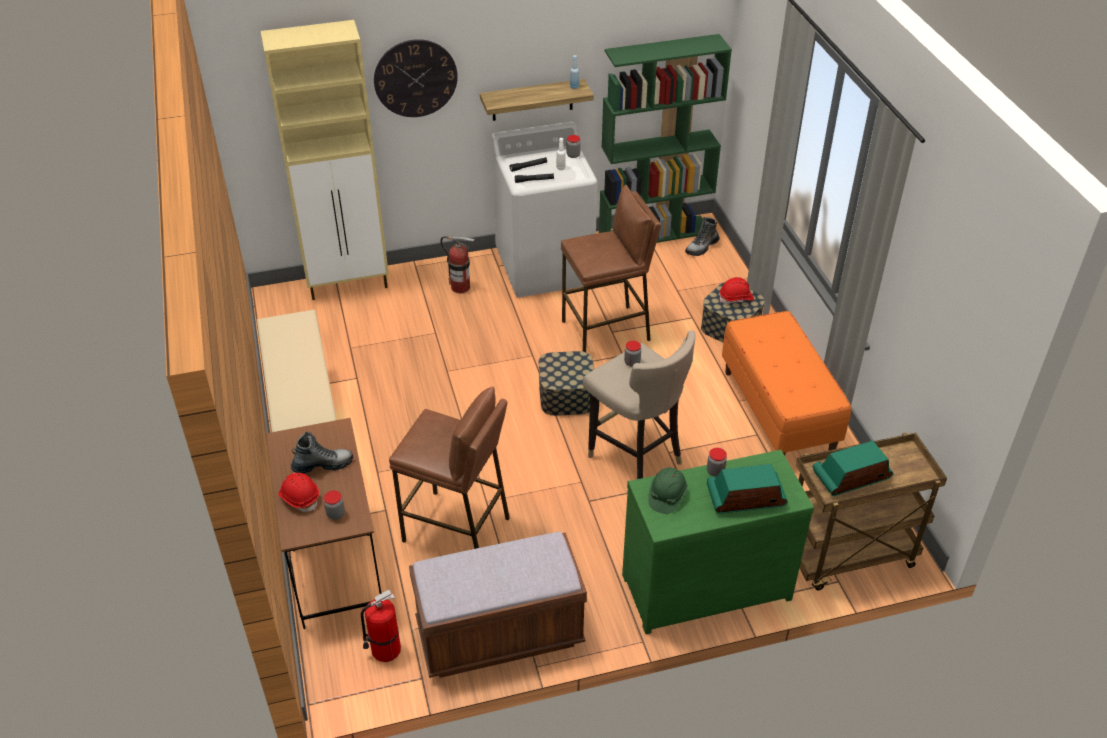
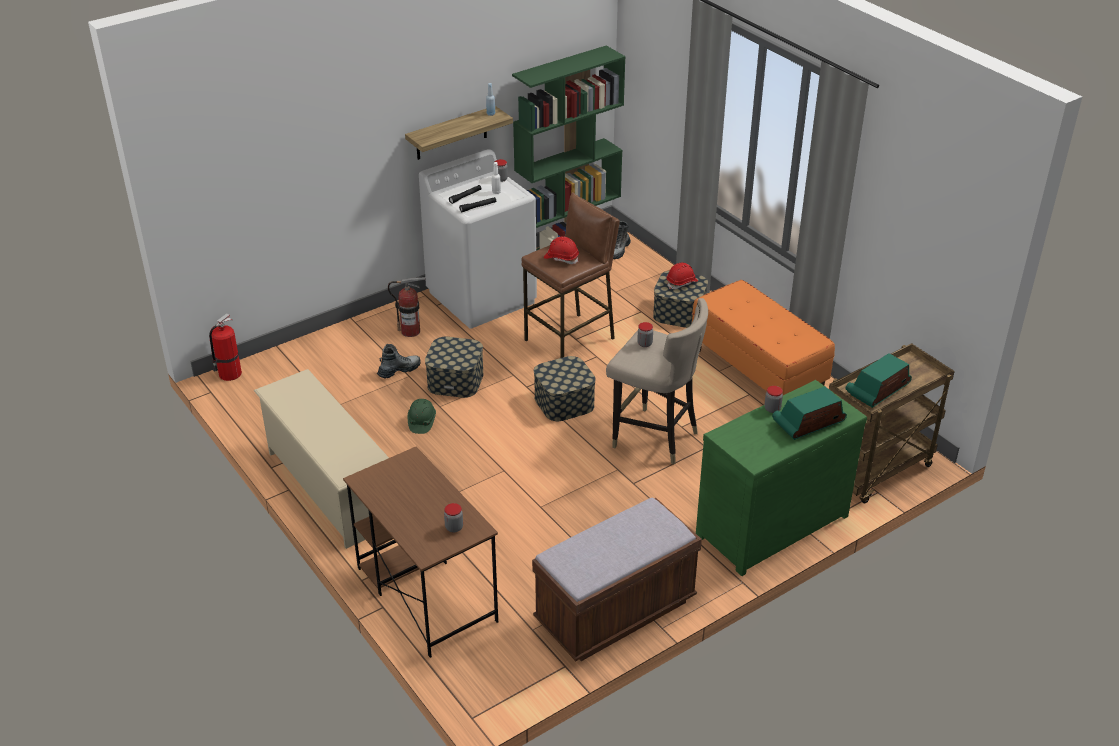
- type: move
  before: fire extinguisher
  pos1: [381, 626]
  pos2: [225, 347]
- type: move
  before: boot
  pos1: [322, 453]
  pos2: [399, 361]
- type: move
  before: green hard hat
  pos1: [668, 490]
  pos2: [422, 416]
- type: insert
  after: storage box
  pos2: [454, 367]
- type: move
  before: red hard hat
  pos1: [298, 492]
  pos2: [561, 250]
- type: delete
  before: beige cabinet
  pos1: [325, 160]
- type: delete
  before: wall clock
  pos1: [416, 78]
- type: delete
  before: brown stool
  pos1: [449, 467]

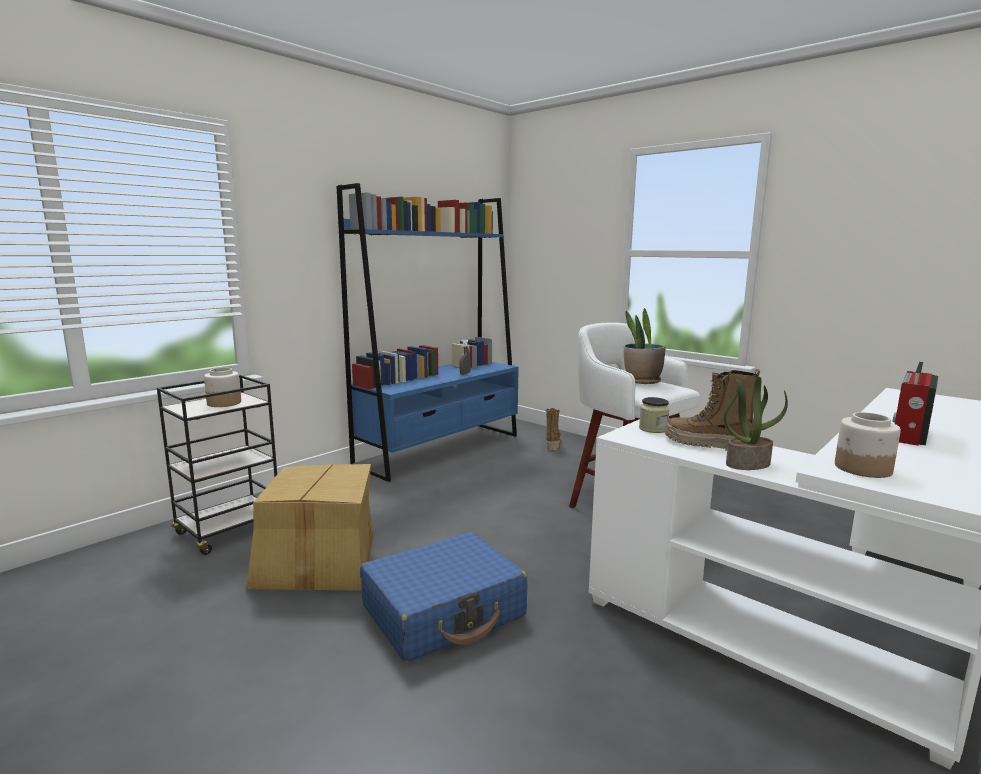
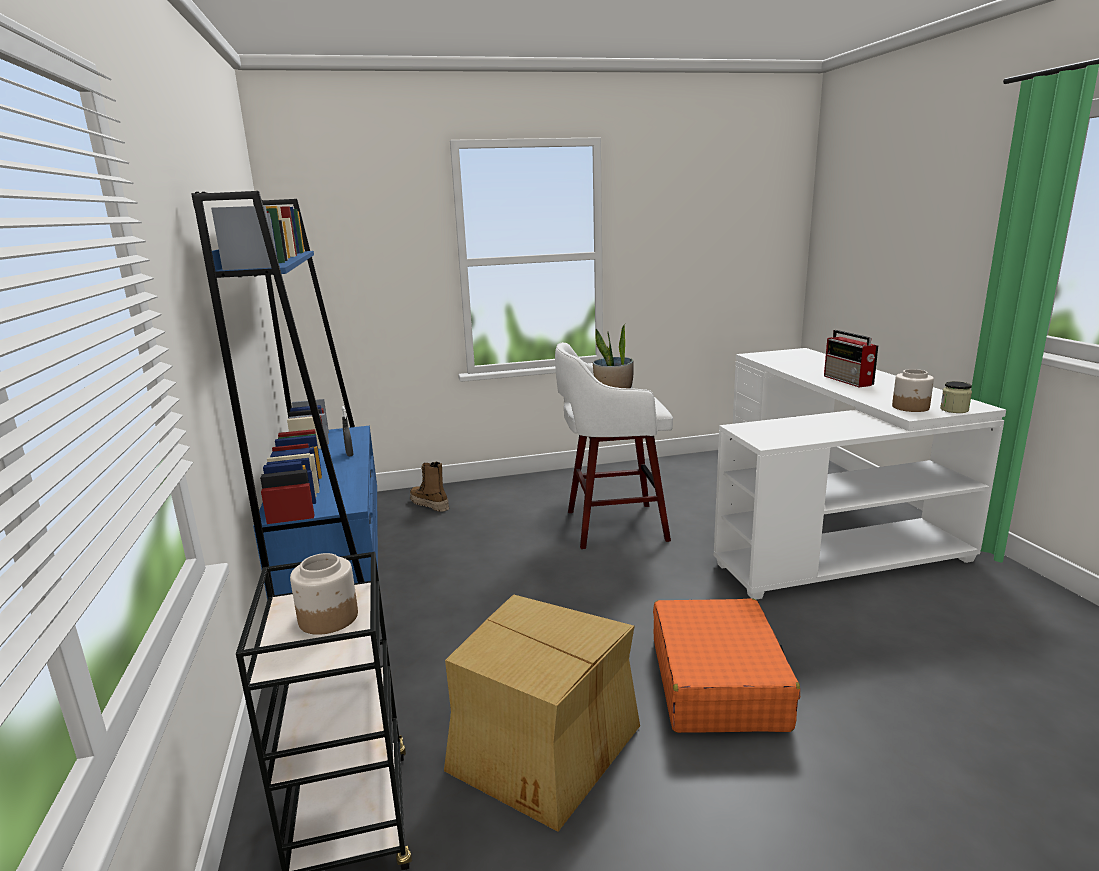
- type: recolor
  before: blue suitcase
  after: orange suitcase
  pos1: [443, 597]
  pos2: [726, 665]
- type: move
  before: jar
  pos1: [654, 415]
  pos2: [956, 397]
- type: delete
  before: boot
  pos1: [712, 410]
- type: delete
  before: potted plant
  pos1: [756, 423]

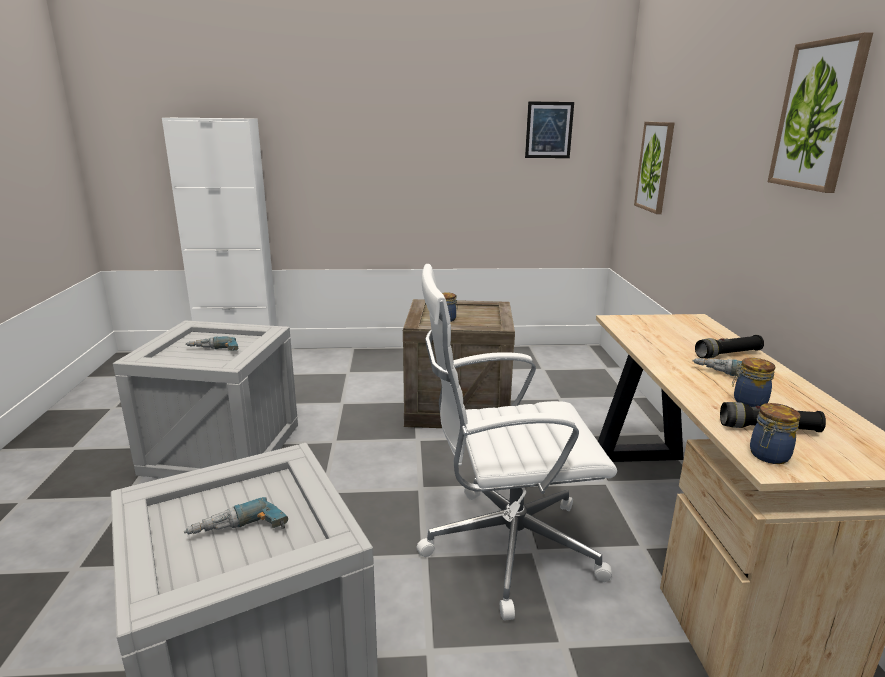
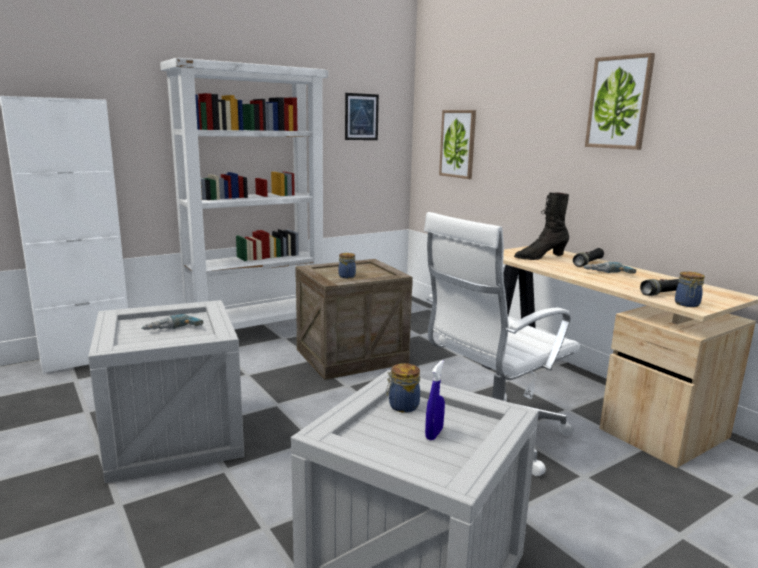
- type: insert
  after: white bookcase
  pos2: [244, 194]
- type: move
  before: jar
  pos1: [753, 382]
  pos2: [403, 388]
- type: replace
  before: power drill
  after: blue spray bottle
  pos1: [236, 516]
  pos2: [435, 400]
- type: insert
  after: black boot
  pos2: [541, 226]

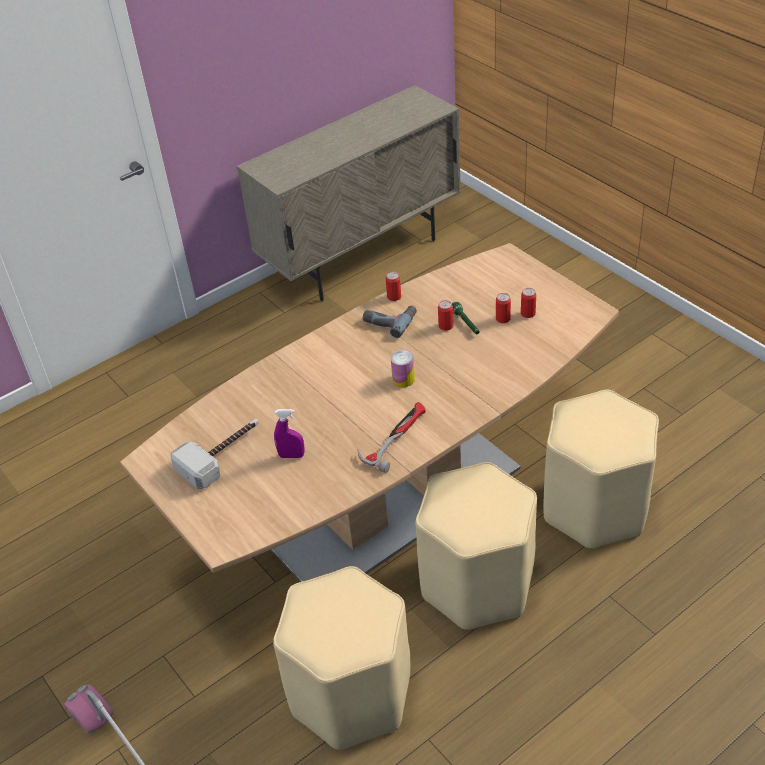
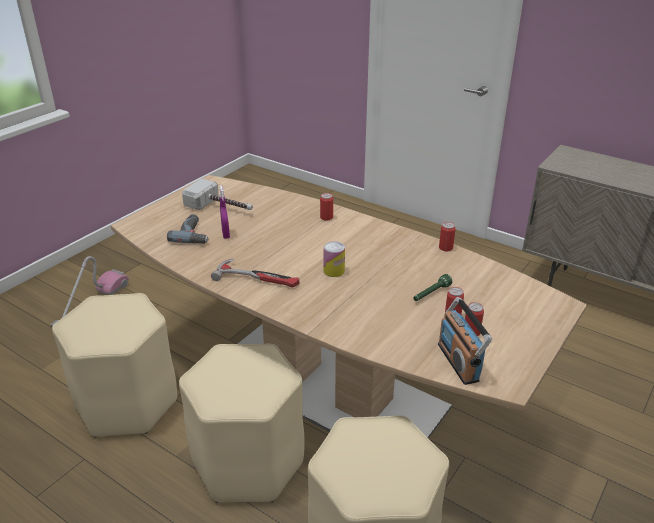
- type: move
  before: power drill
  pos1: [390, 322]
  pos2: [188, 229]
- type: move
  before: can
  pos1: [445, 315]
  pos2: [326, 207]
- type: insert
  after: radio
  pos2: [465, 341]

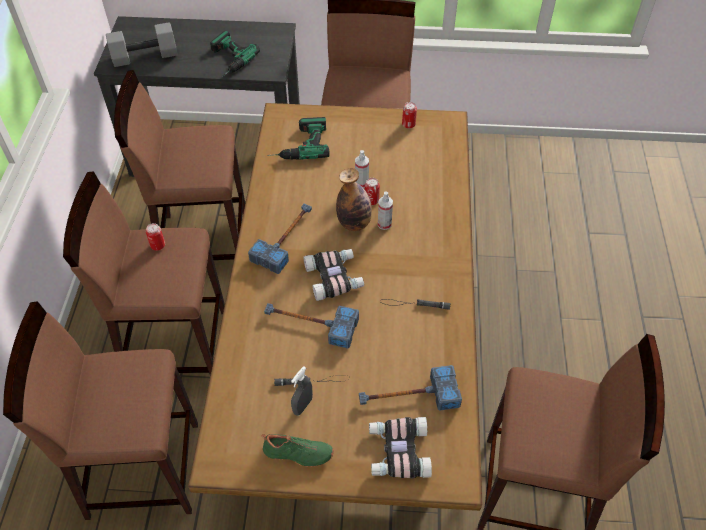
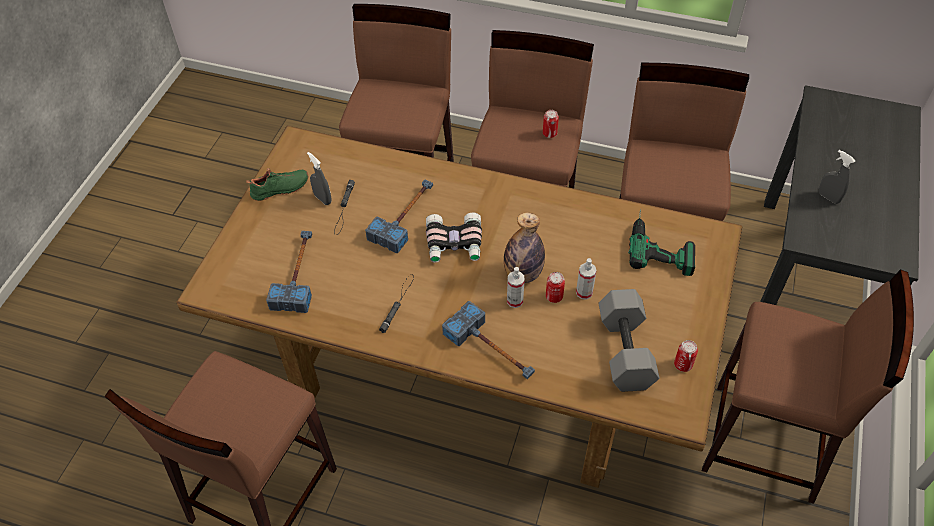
- type: rotate
  before: green shoe
  pos1: [297, 450]
  pos2: [277, 184]
  turn: -135
- type: move
  before: hammer
  pos1: [280, 239]
  pos2: [488, 340]
- type: move
  before: grey dumbbell
  pos1: [142, 44]
  pos2: [629, 340]
- type: replace
  before: power drill
  after: grey spray bottle
  pos1: [235, 54]
  pos2: [837, 177]
- type: delete
  before: binoculars
  pos1: [400, 447]

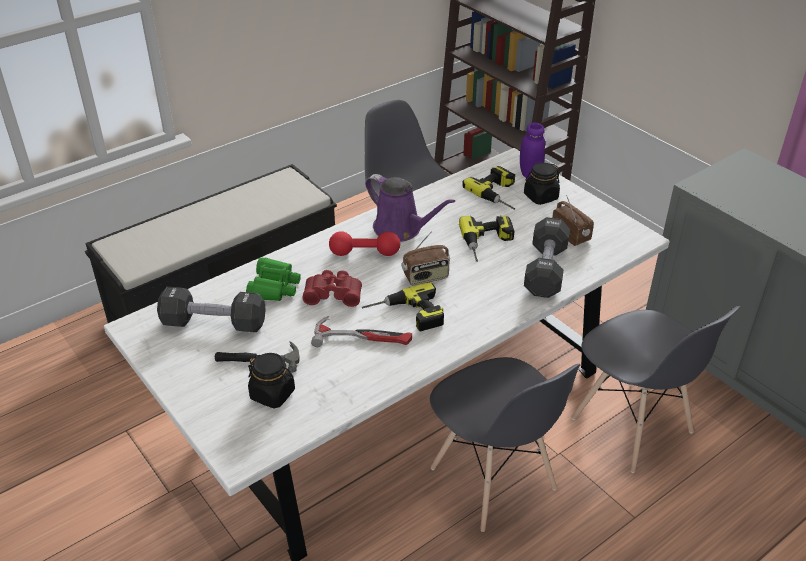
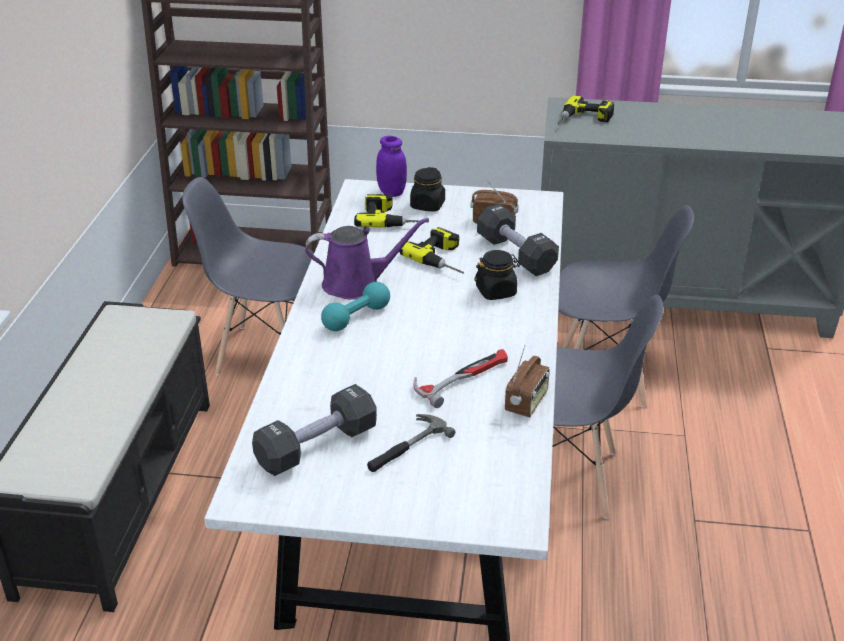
- type: recolor
  before: red dumbbell
  after: turquoise dumbbell
  pos1: [364, 243]
  pos2: [355, 306]
- type: move
  before: black jar
  pos1: [271, 380]
  pos2: [497, 275]
- type: move
  before: radio
  pos1: [425, 258]
  pos2: [527, 381]
- type: move
  before: power drill
  pos1: [403, 307]
  pos2: [585, 110]
- type: delete
  before: green binoculars
  pos1: [273, 279]
- type: delete
  before: red binoculars
  pos1: [332, 288]

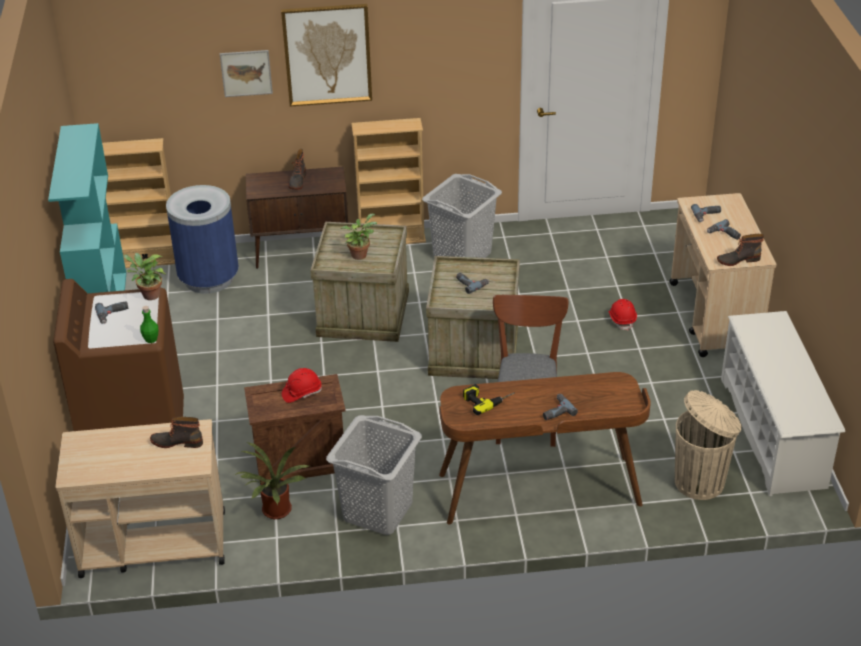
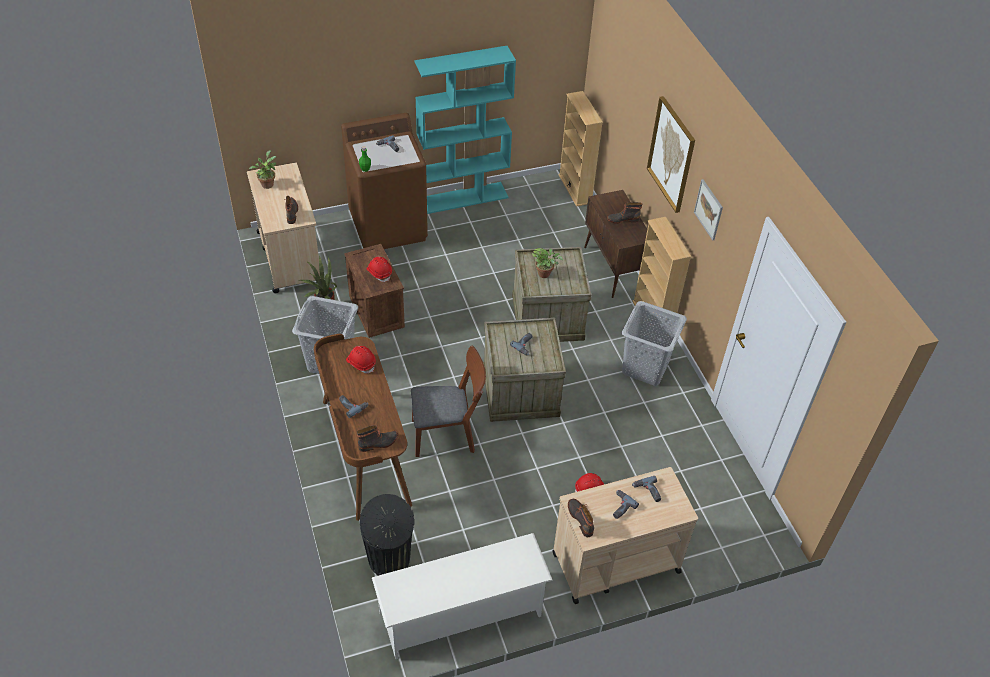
- type: move
  before: potted plant
  pos1: [144, 276]
  pos2: [262, 169]
- type: replace
  before: power drill
  after: red hard hat
  pos1: [489, 399]
  pos2: [361, 359]
- type: insert
  after: boot
  pos2: [377, 438]
- type: recolor
  before: beige trash can
  after: black trash can
  pos1: [708, 445]
  pos2: [387, 535]
- type: move
  before: picture
  pos1: [246, 73]
  pos2: [708, 209]
- type: delete
  before: blue trash can
  pos1: [202, 239]

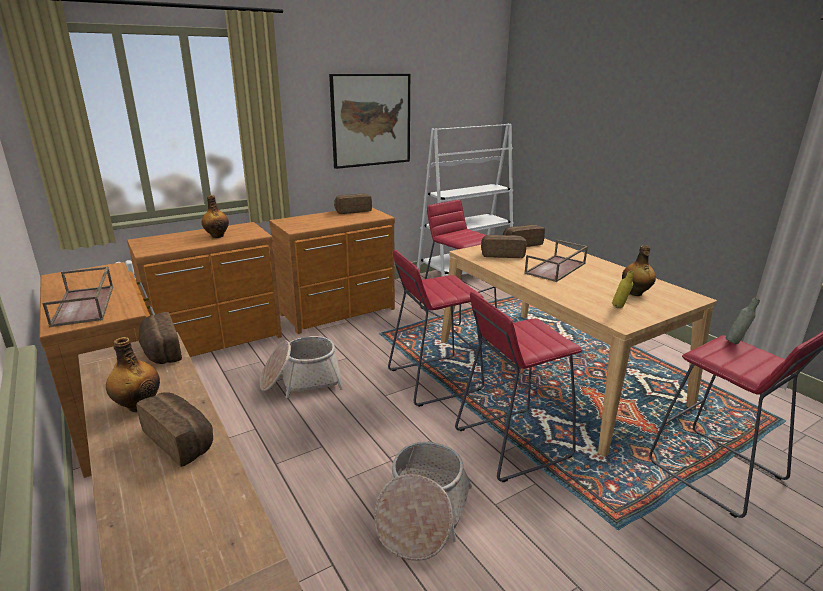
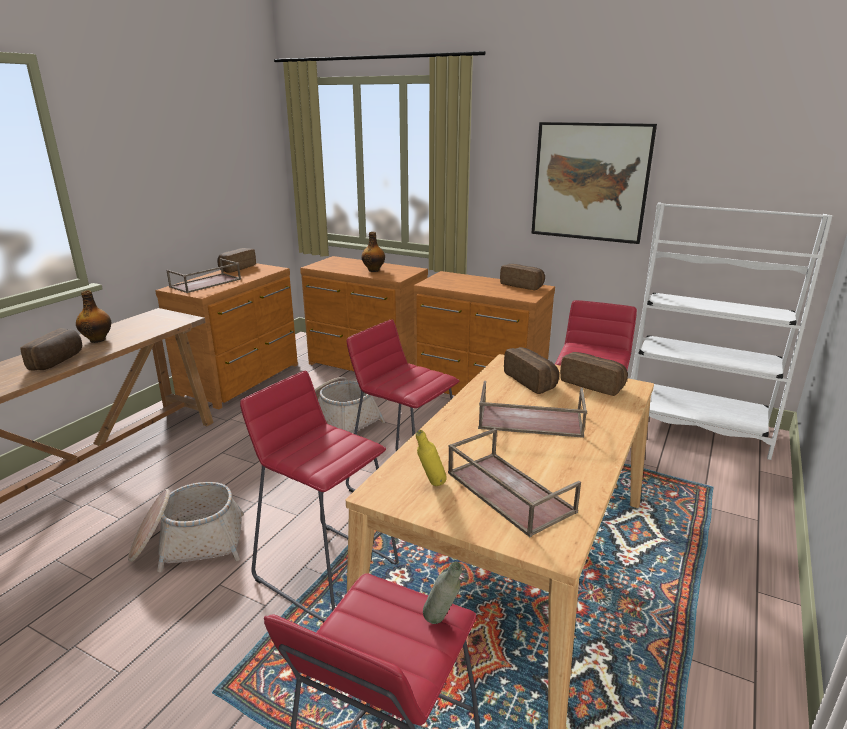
- type: move
  before: bread
  pos1: [160, 338]
  pos2: [236, 260]
- type: replace
  before: bottle
  after: brown tray
  pos1: [639, 270]
  pos2: [514, 482]

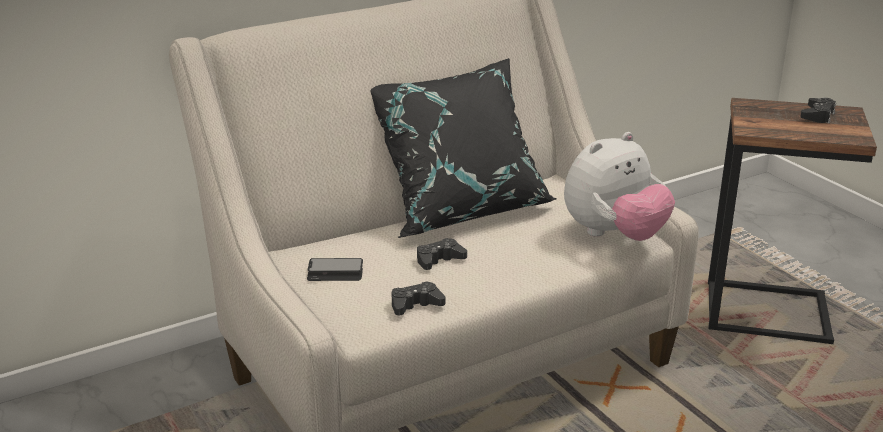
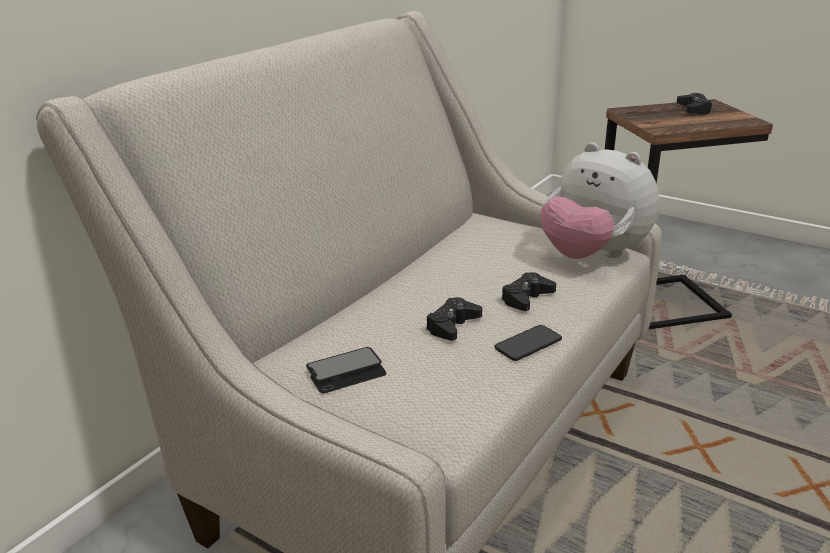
- type: insert
  after: phone
  pos2: [528, 343]
- type: move
  before: black game controller
  pos1: [418, 298]
  pos2: [528, 291]
- type: rotate
  before: plush toy
  pos1: [619, 186]
  pos2: [599, 200]
  turn: 105
- type: delete
  before: black pillow
  pos1: [463, 148]

